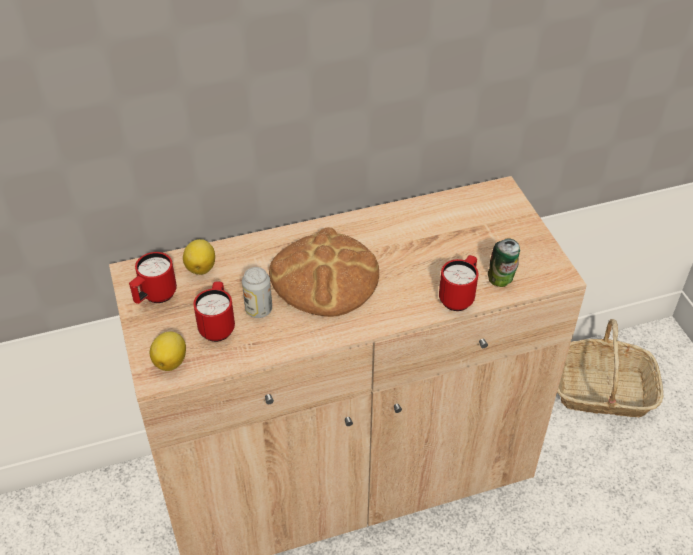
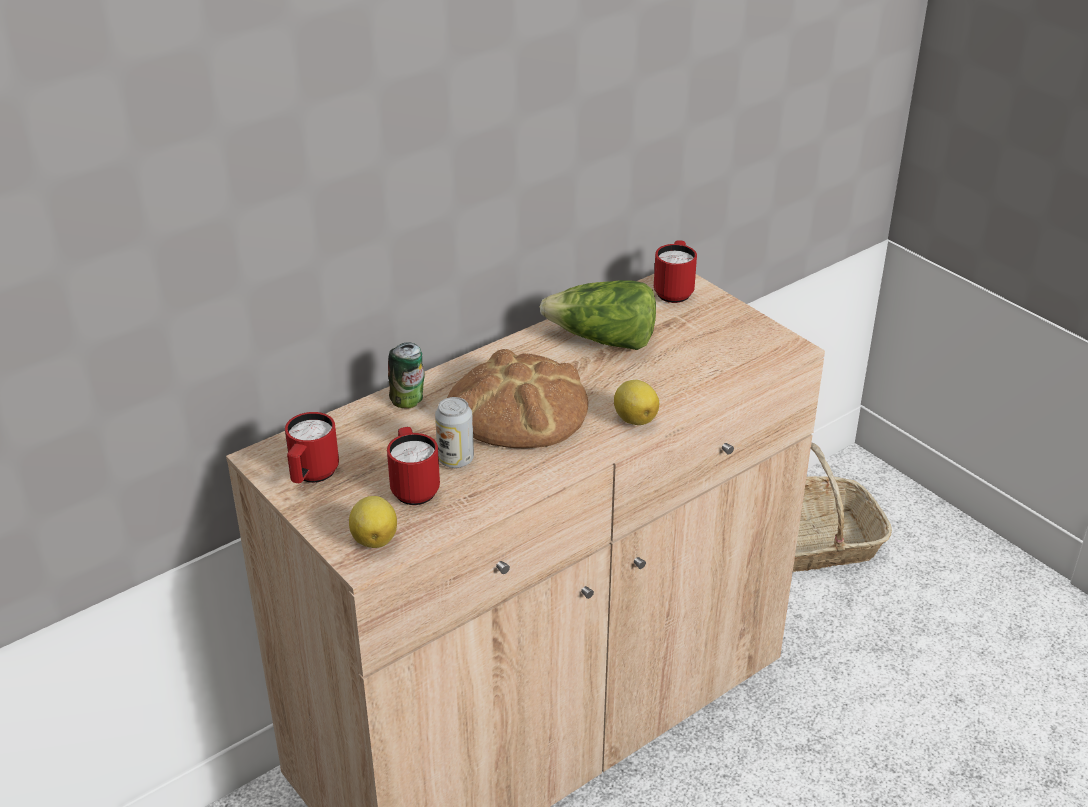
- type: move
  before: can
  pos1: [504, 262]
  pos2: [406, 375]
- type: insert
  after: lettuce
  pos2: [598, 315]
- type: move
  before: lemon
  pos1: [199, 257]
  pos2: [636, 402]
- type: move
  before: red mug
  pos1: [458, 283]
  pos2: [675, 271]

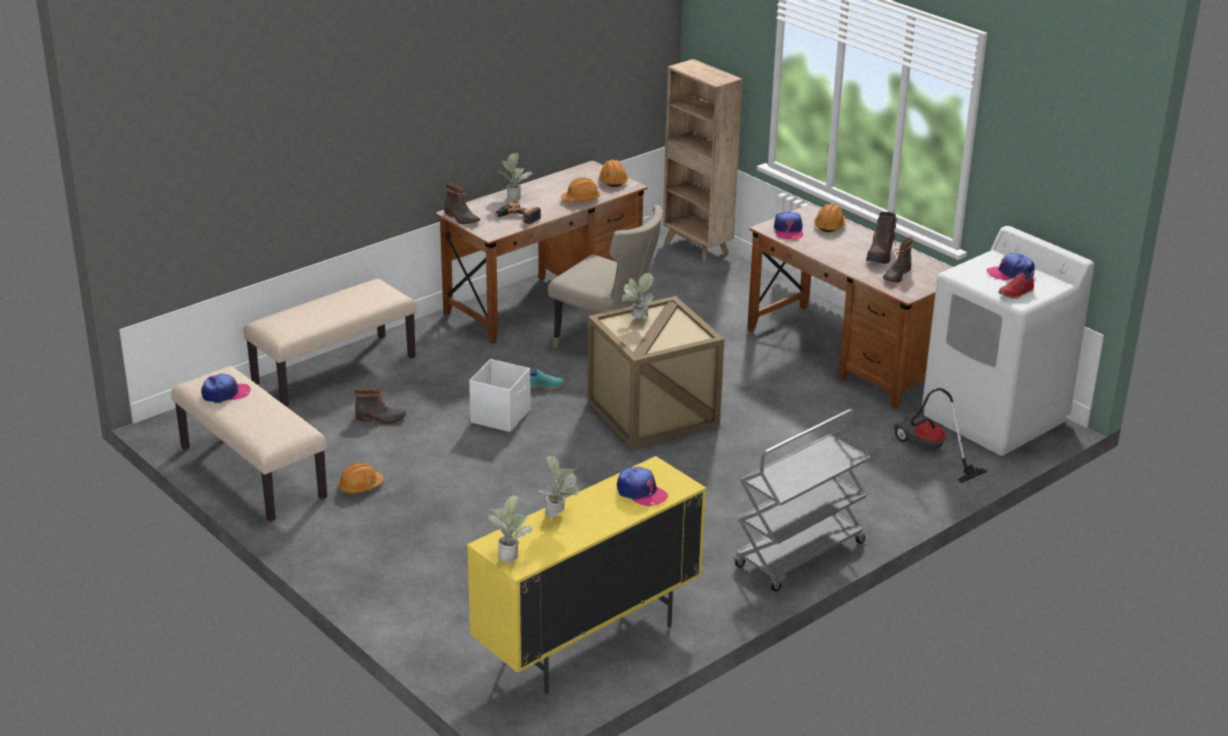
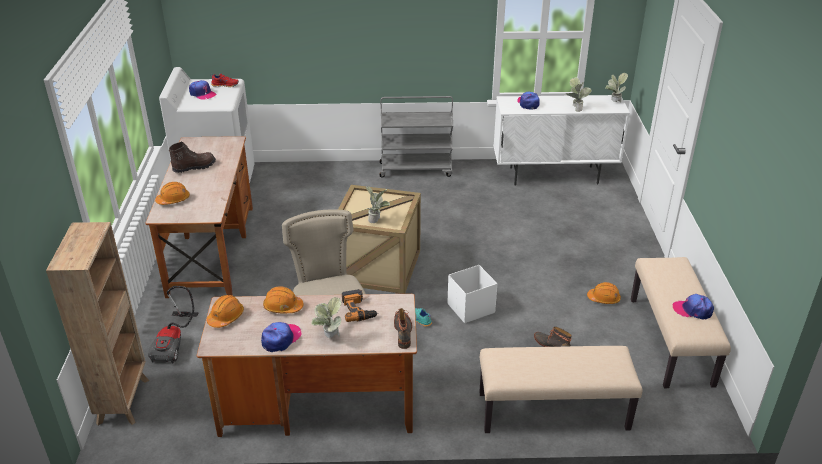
- type: move
  before: vacuum cleaner
  pos1: [940, 435]
  pos2: [173, 324]
- type: move
  before: cap
  pos1: [788, 225]
  pos2: [281, 337]
- type: recolor
  before: yellow cabinet
  after: white cabinet
  pos1: [586, 575]
  pos2: [561, 140]
- type: delete
  before: boot
  pos1: [898, 260]

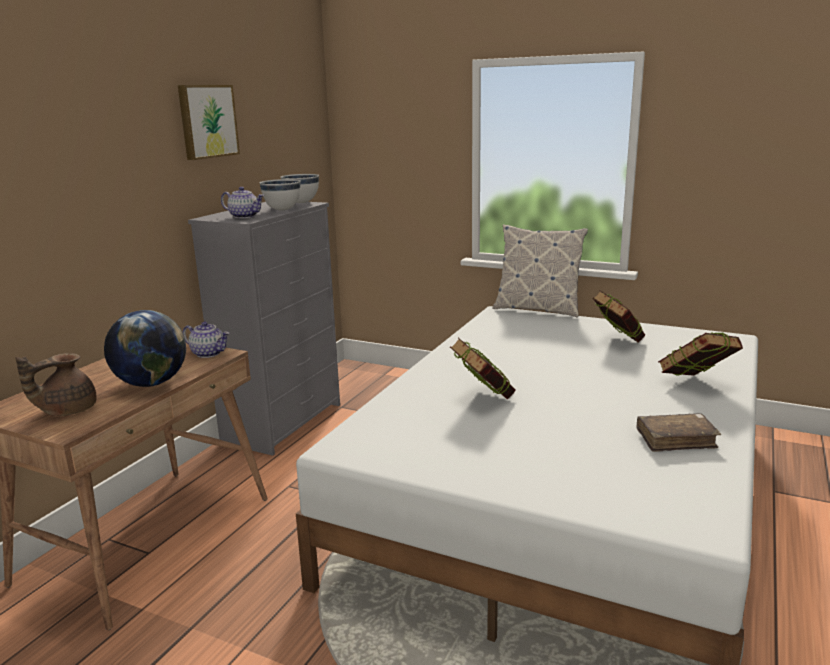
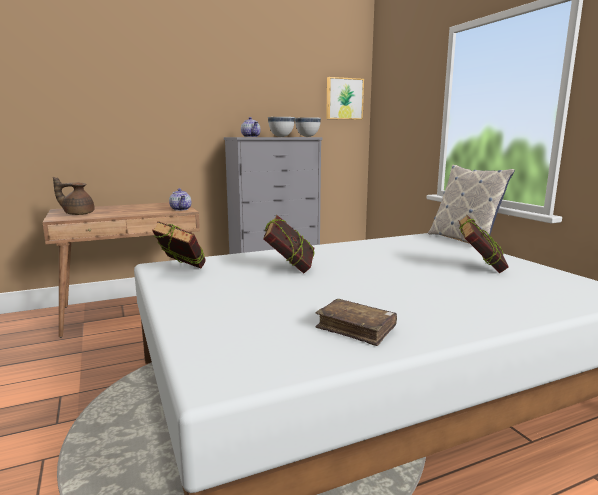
- type: move
  before: book
  pos1: [700, 354]
  pos2: [179, 245]
- type: move
  before: picture
  pos1: [209, 122]
  pos2: [345, 98]
- type: delete
  before: globe
  pos1: [145, 348]

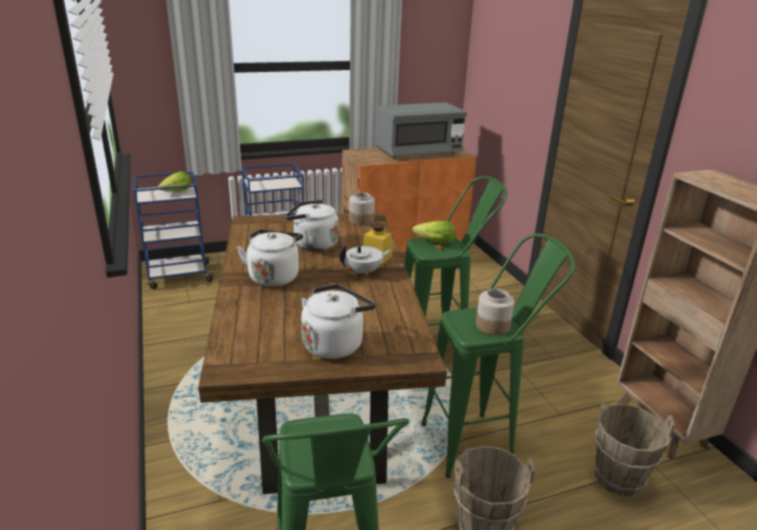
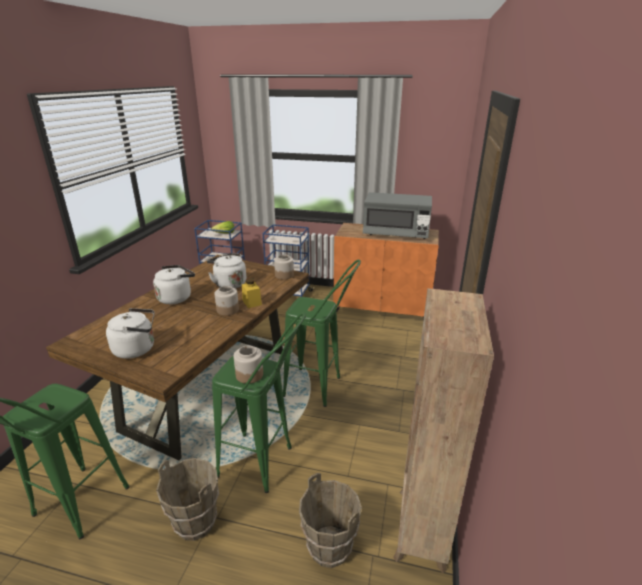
- type: replace
  before: white teapot
  after: jar
  pos1: [365, 260]
  pos2: [227, 301]
- type: delete
  before: lettuce
  pos1: [433, 232]

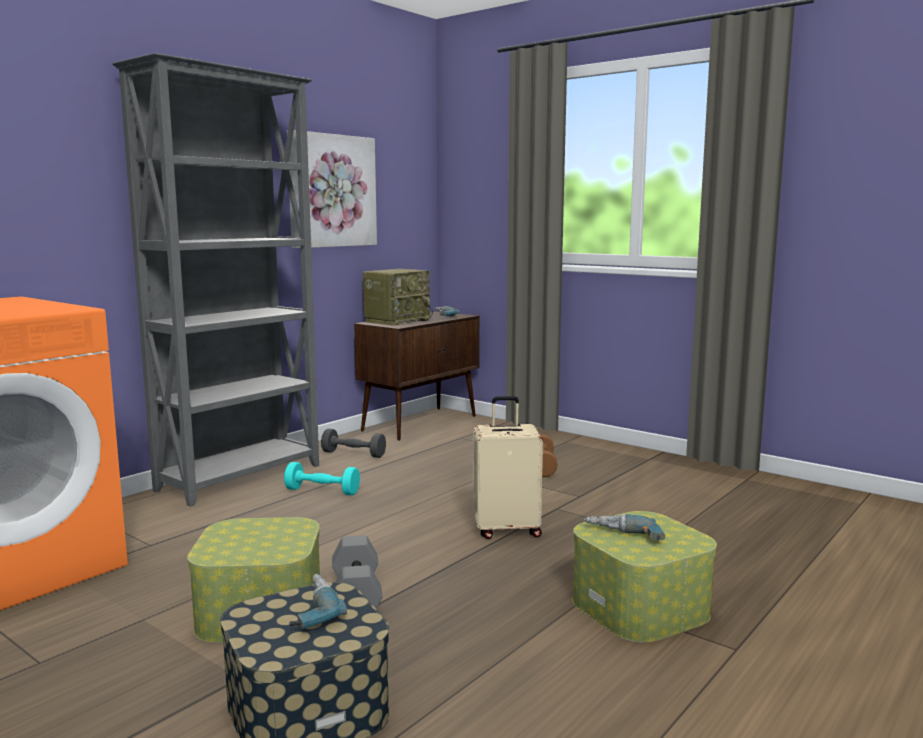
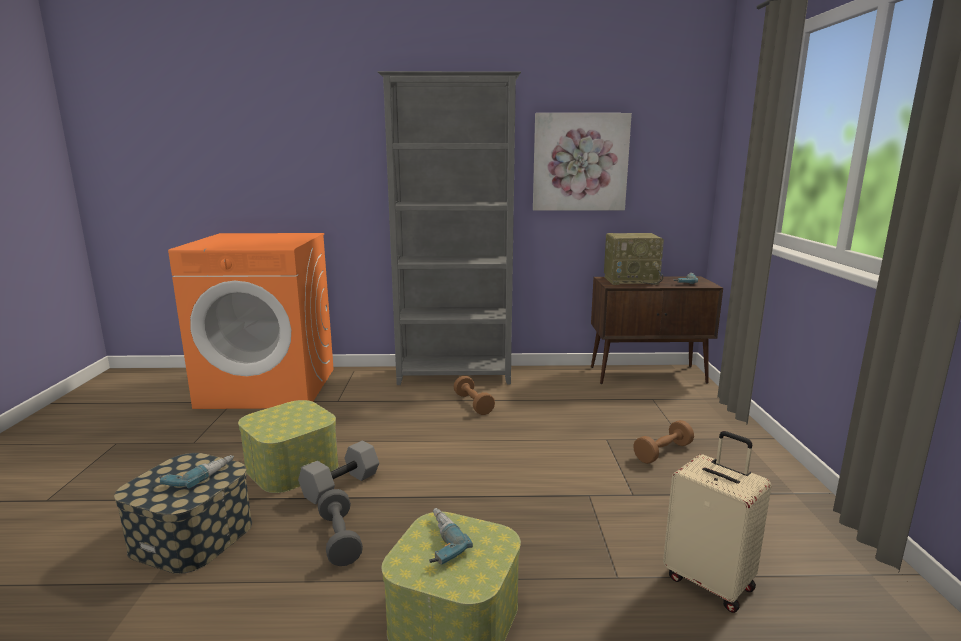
- type: move
  before: grey dumbbell
  pos1: [353, 443]
  pos2: [340, 527]
- type: recolor
  before: turquoise dumbbell
  after: brown dumbbell
  pos1: [322, 478]
  pos2: [474, 395]
- type: move
  before: beige suitcase
  pos1: [508, 467]
  pos2: [717, 522]

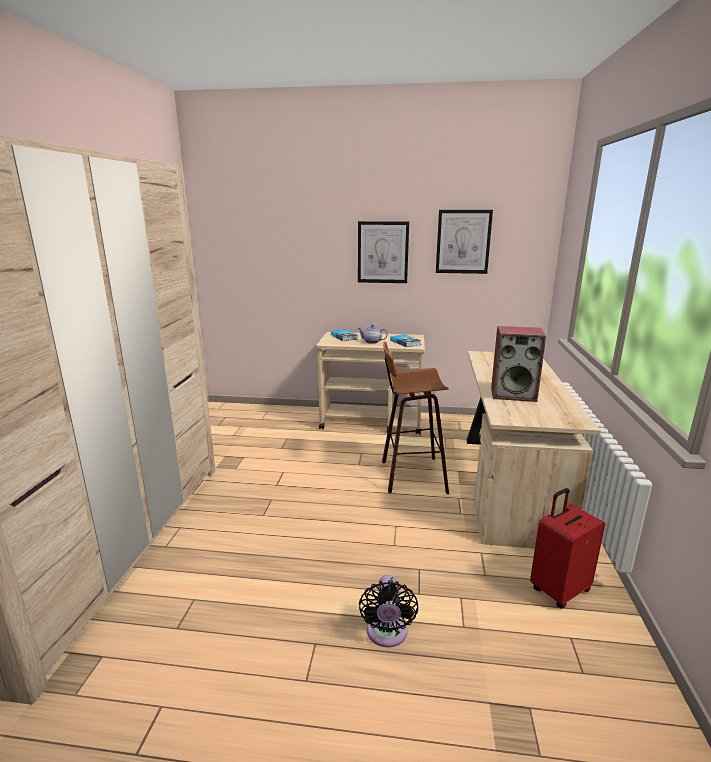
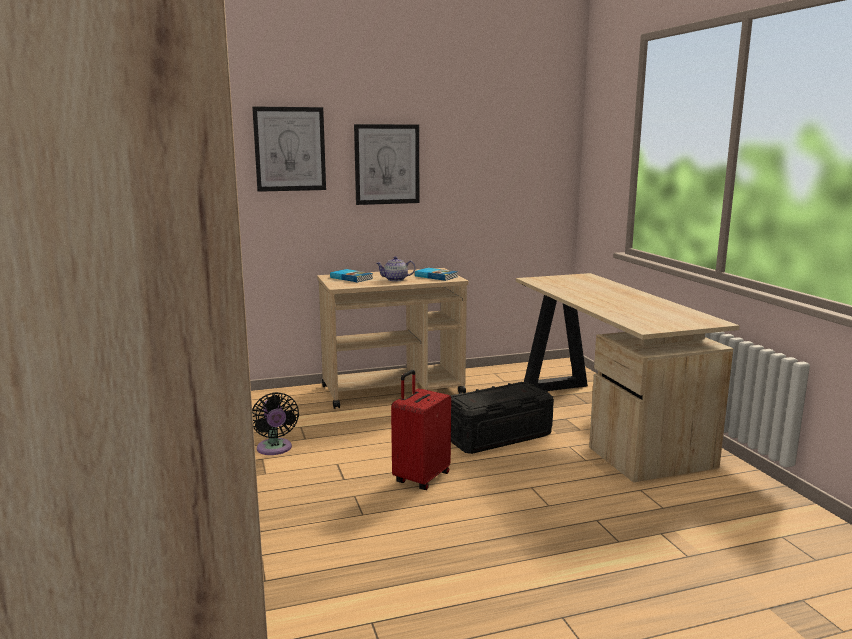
- type: move
  before: picture
  pos1: [464, 242]
  pos2: [289, 149]
- type: move
  before: black fan
  pos1: [388, 611]
  pos2: [275, 423]
- type: move
  before: red suitcase
  pos1: [567, 548]
  pos2: [421, 430]
- type: replace
  before: stool
  after: black storage box
  pos1: [415, 418]
  pos2: [502, 418]
- type: delete
  before: speaker
  pos1: [518, 364]

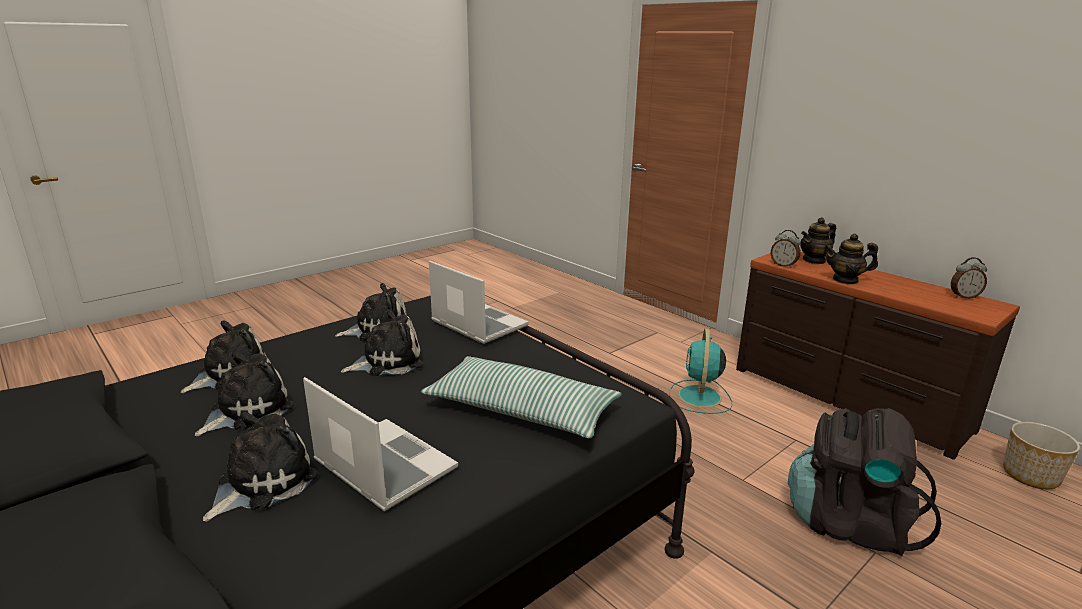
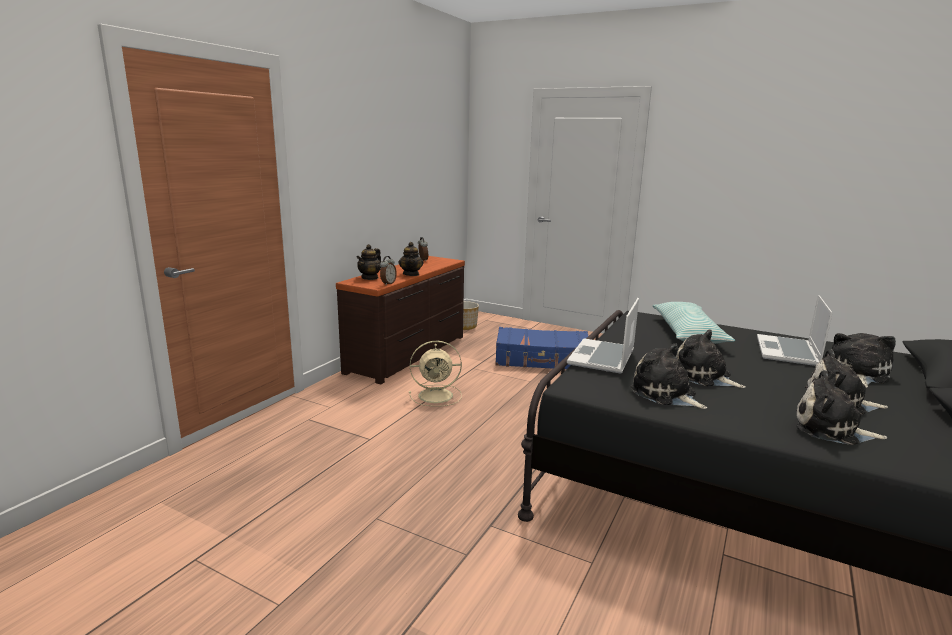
- type: rotate
  before: teapot
  pos1: [818, 240]
  pos2: [368, 262]
  turn: 75
- type: recolor
  before: turquoise fan
  after: beige fan
  pos1: [701, 371]
  pos2: [435, 374]
- type: replace
  before: black backpack
  after: blue suitcase
  pos1: [864, 482]
  pos2: [541, 348]
- type: rotate
  before: plush toy
  pos1: [260, 467]
  pos2: [864, 360]
  turn: 105

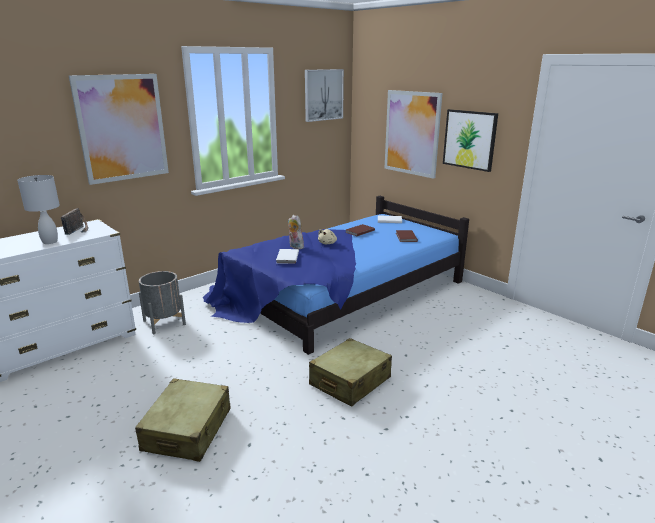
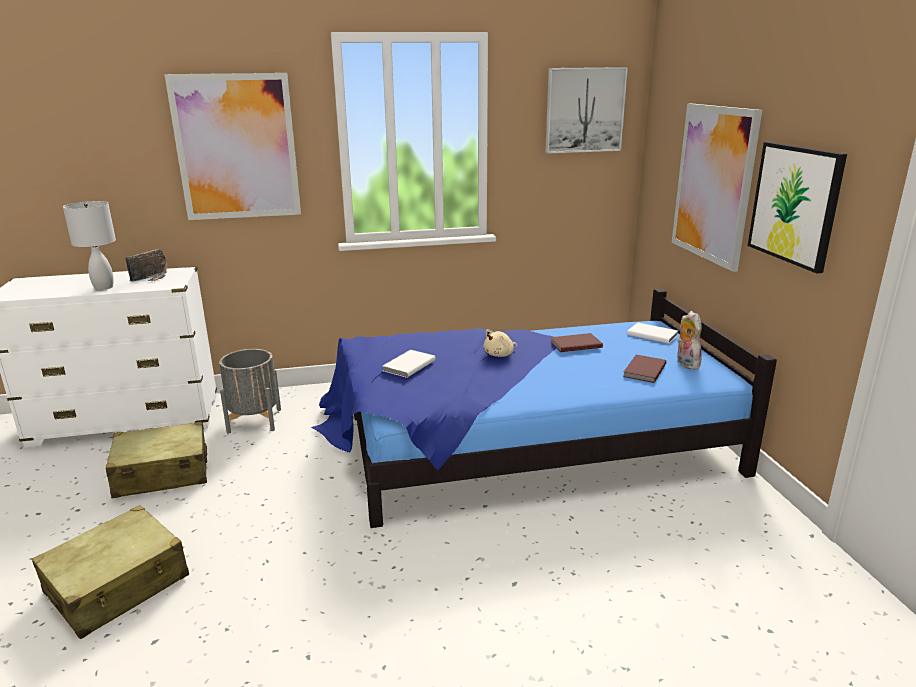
- type: move
  before: beige suitcase
  pos1: [350, 372]
  pos2: [156, 460]
- type: move
  before: plush toy
  pos1: [296, 232]
  pos2: [689, 340]

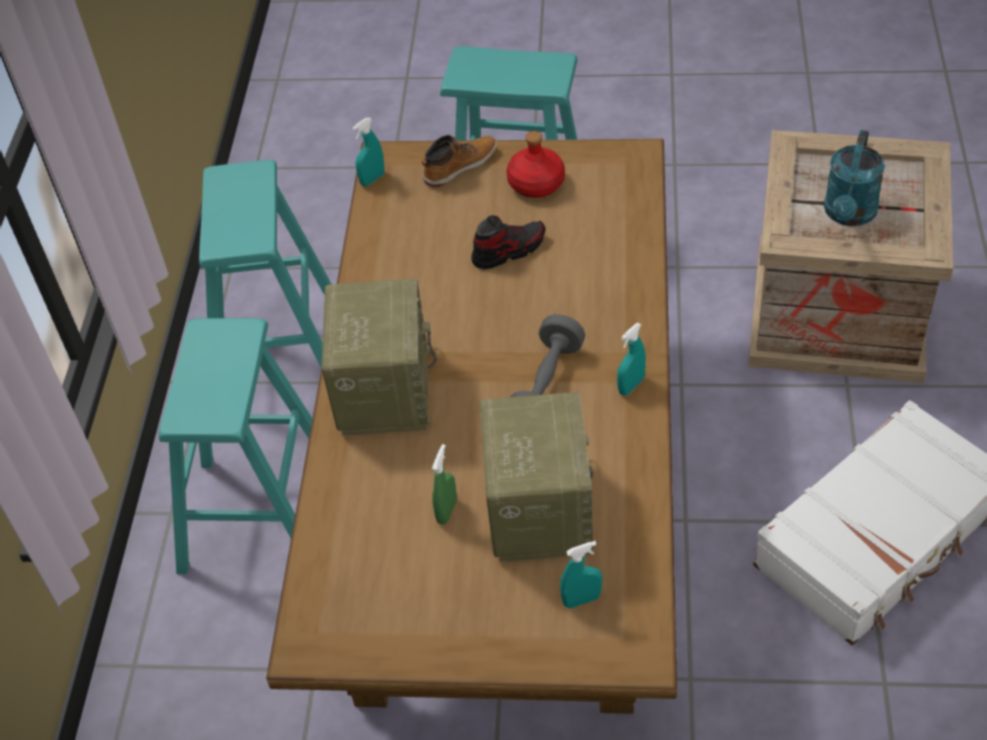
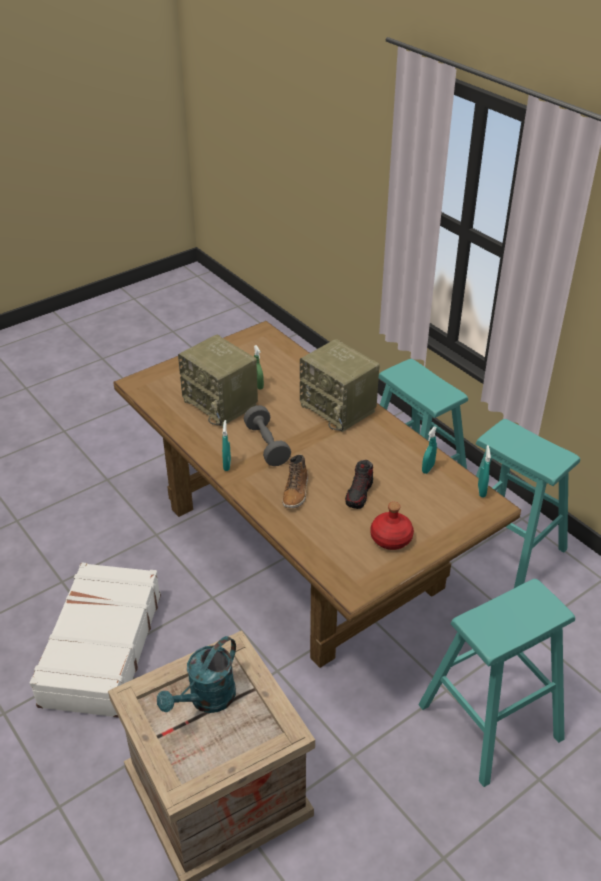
- type: rotate
  before: turquoise watering can
  pos1: [854, 178]
  pos2: [196, 674]
  turn: -120
- type: move
  before: boot
  pos1: [459, 161]
  pos2: [295, 481]
- type: move
  before: turquoise spray bottle
  pos1: [581, 574]
  pos2: [429, 450]

